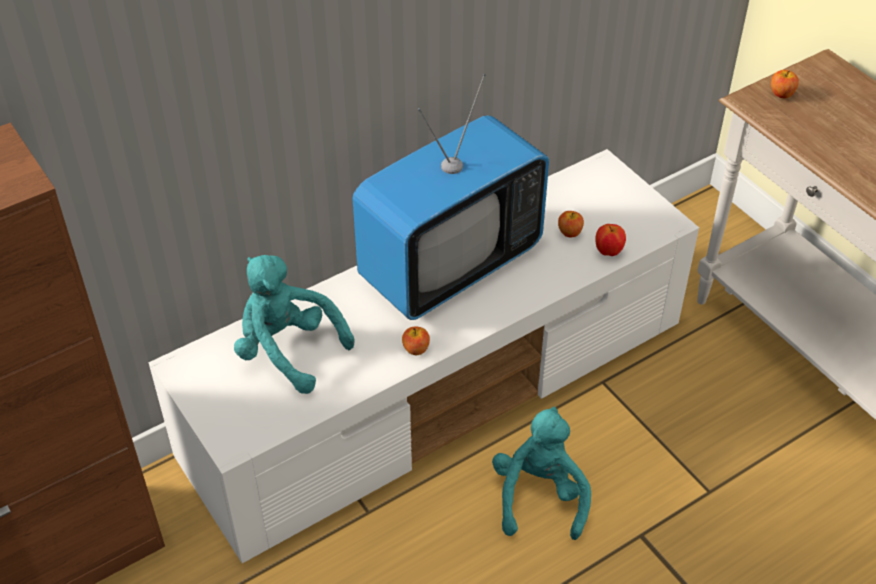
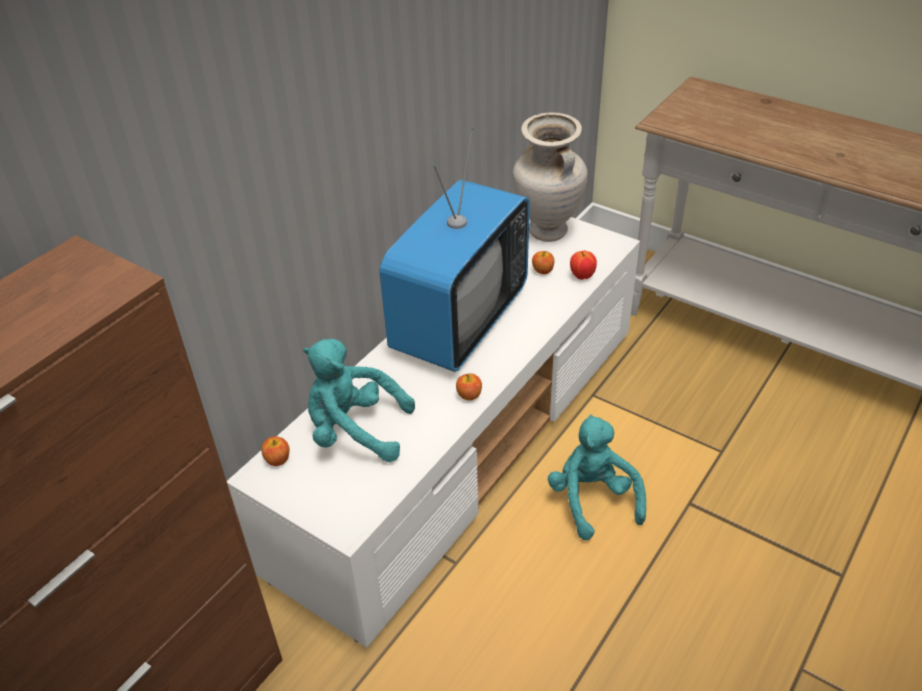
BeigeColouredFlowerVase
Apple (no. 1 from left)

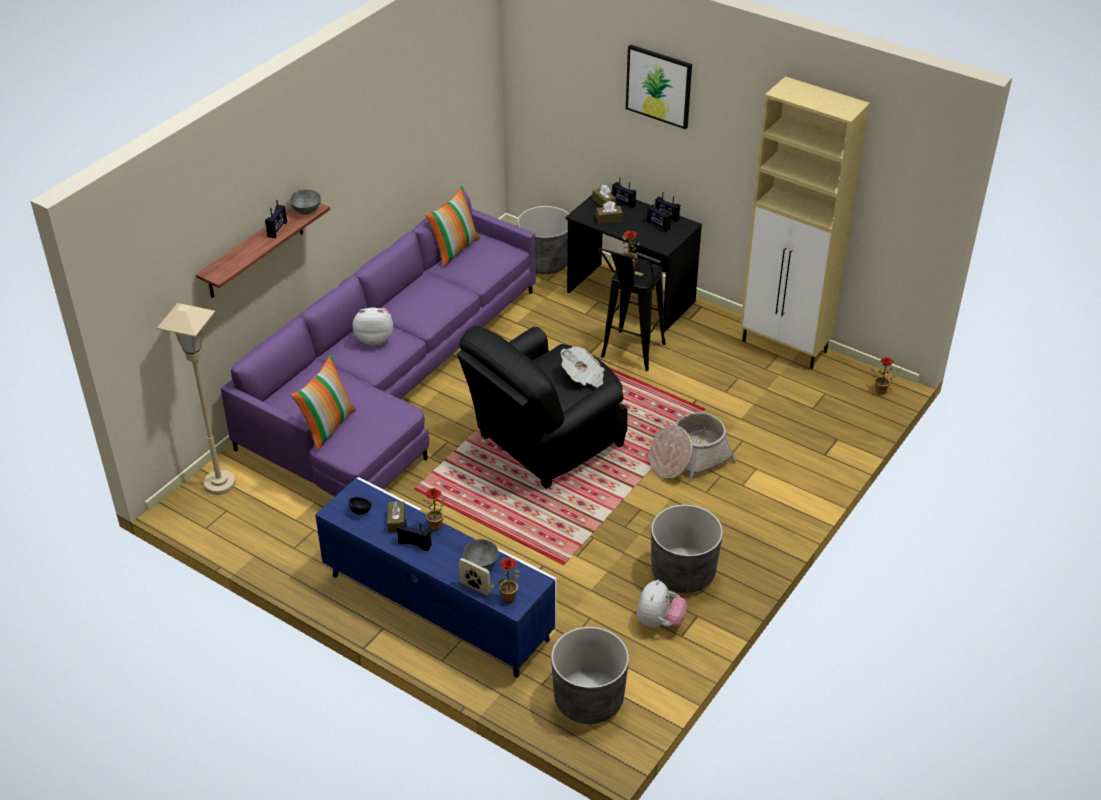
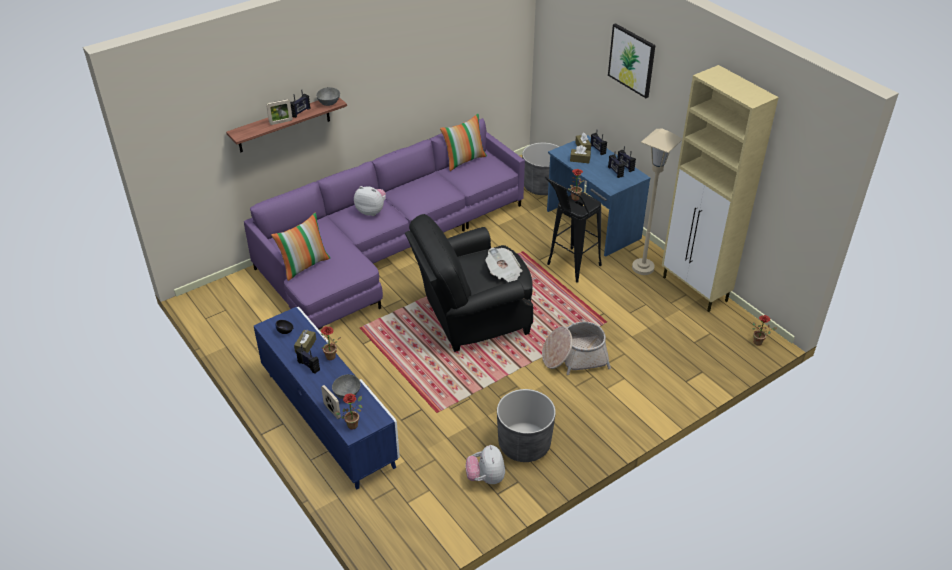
GrayPlanter (no. 2 from left in the first image)
PictureFrame (no. 1 from left)
BeigeColouredStandardLamp
BlueColouredDeskUnit
CuddlyToy (no. 2 from left)

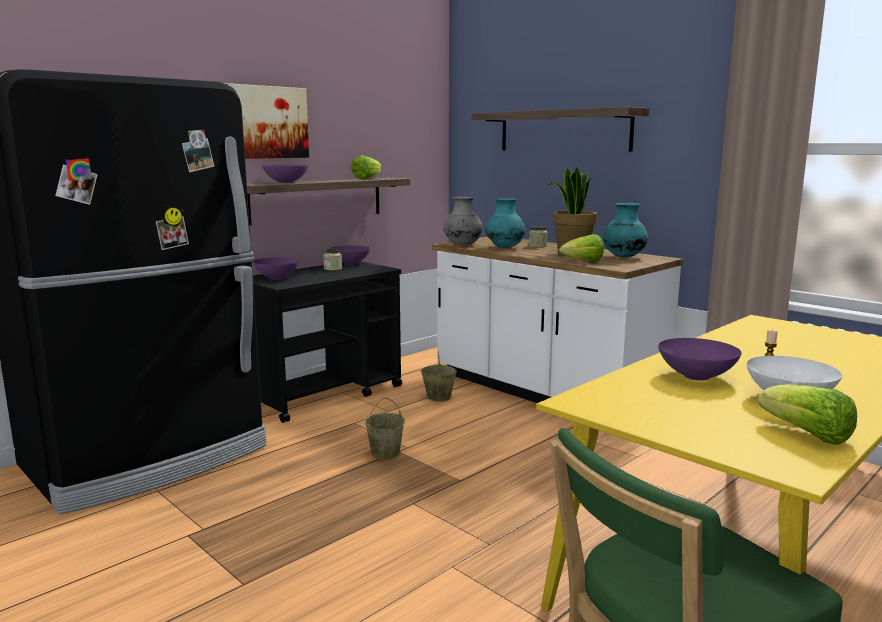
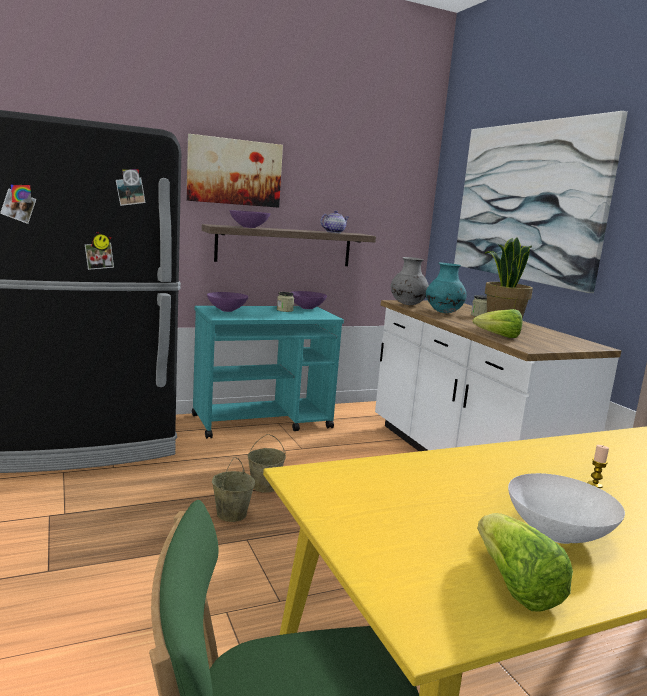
TurquoiseColouredFlowerVase (no. 2 from left in the first image)
PurplishDeepDish (no. 4 from left in the first image)
BeigeColouredBucket (no. 1 from left)
TeaPot
WallArt (no. 2 from left)
TurquoiseColouredCart

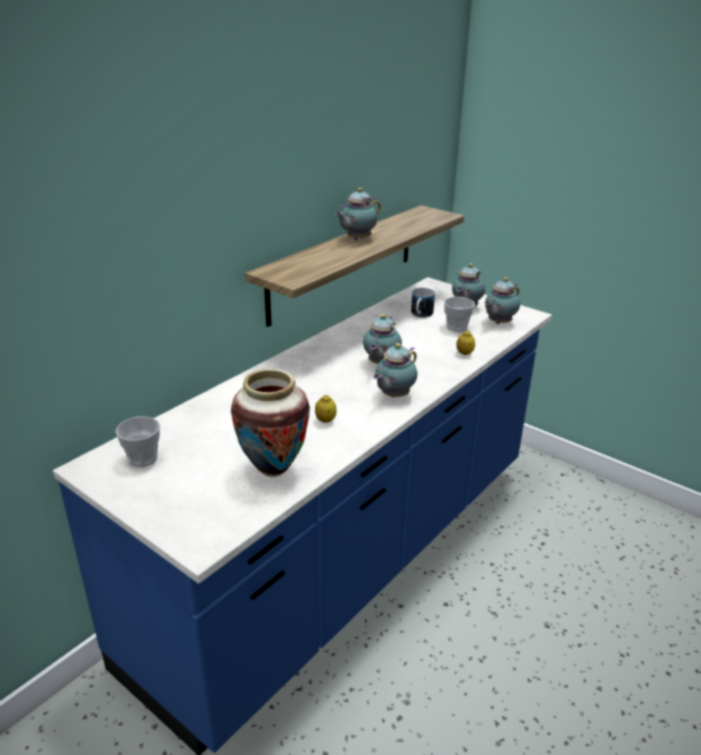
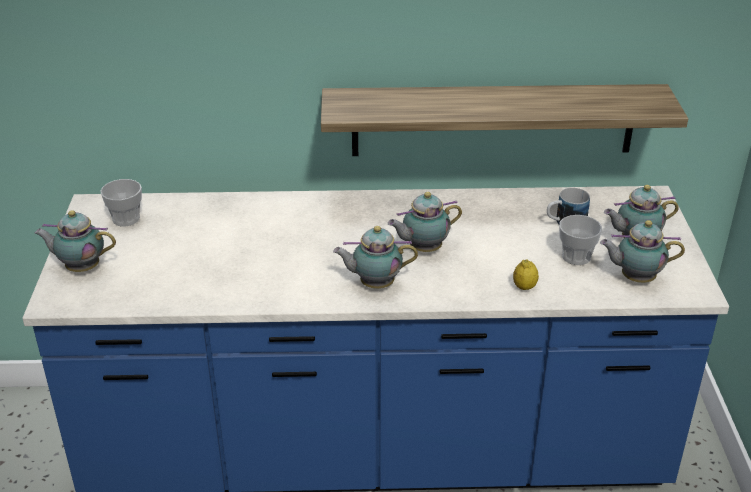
FlowerVase
WholeLemon (no. 1 from left in the first image)
TeaPot (no. 1 from left)

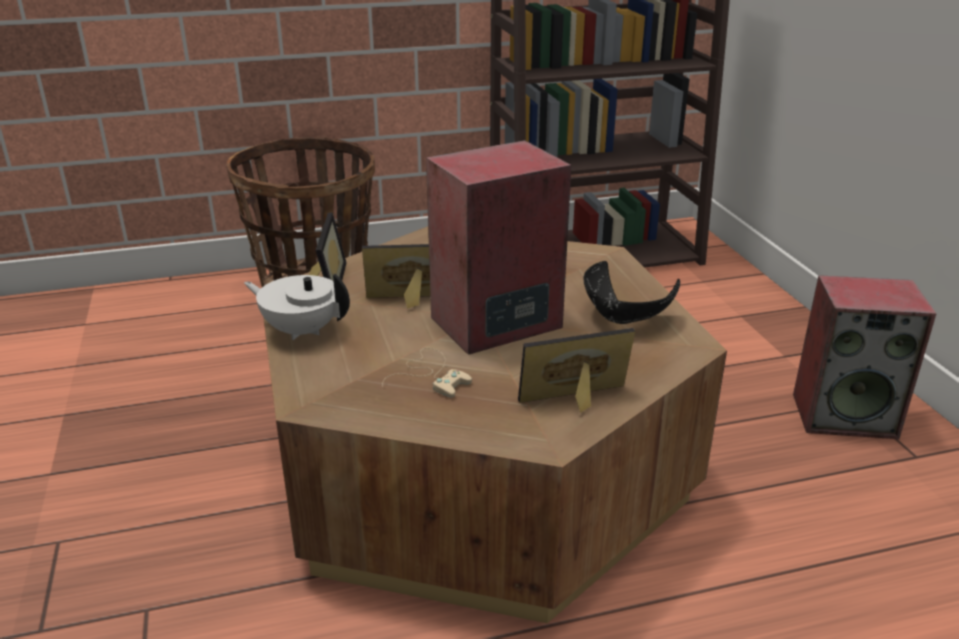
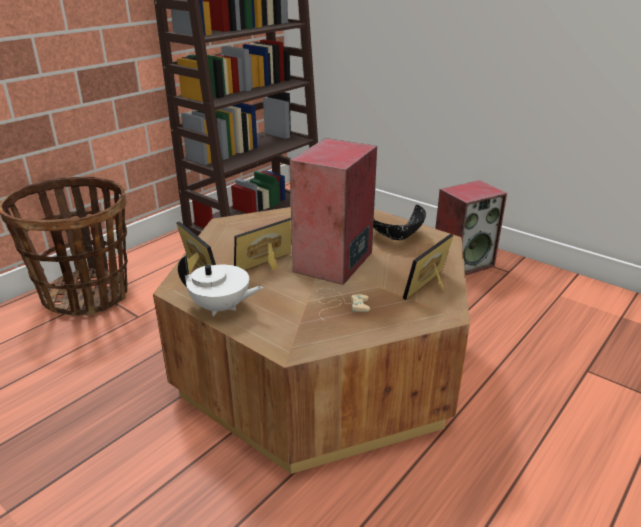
WhiteColouredTeaPot

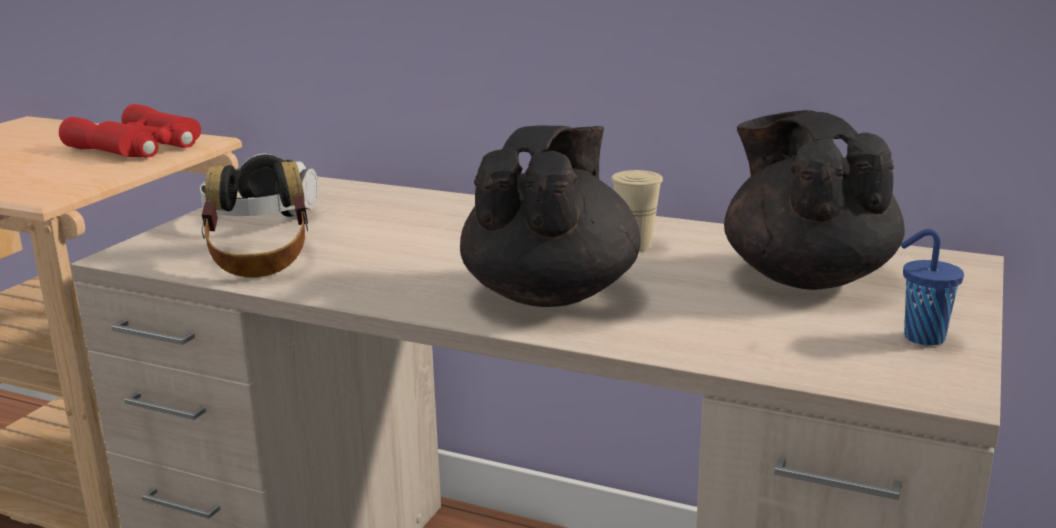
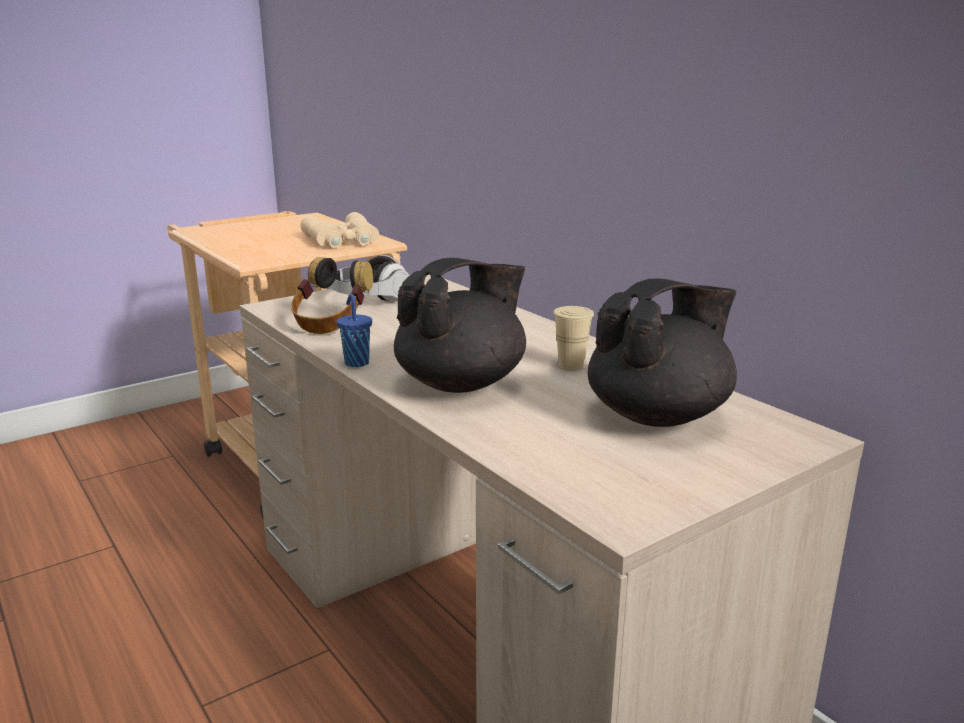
BlueColouredCup
BeigeColouredBinoculars
BlackishTeaPot (no. 2 from left)

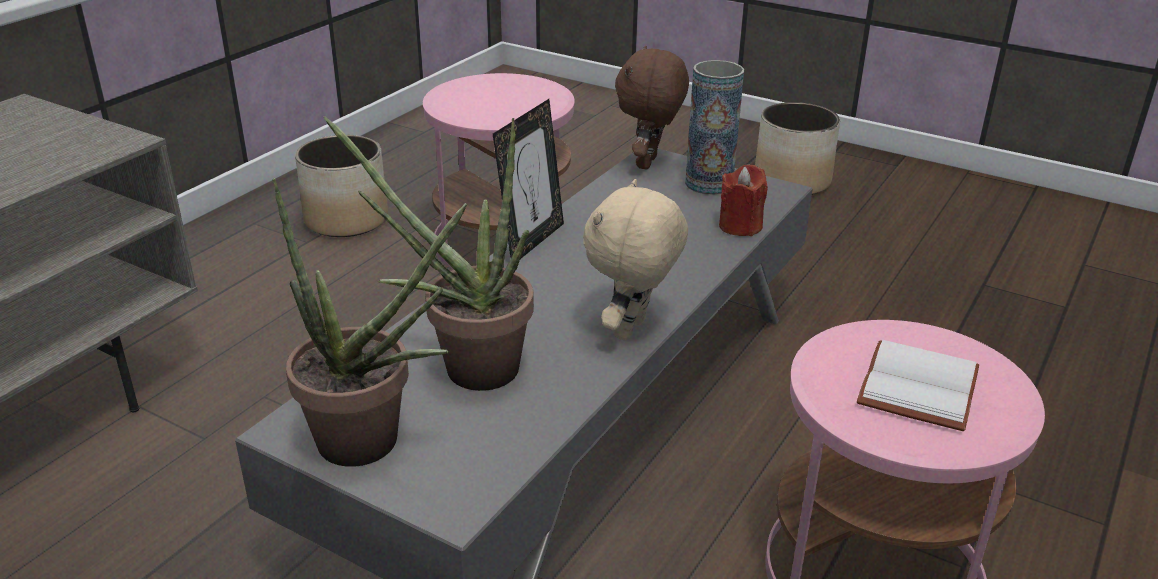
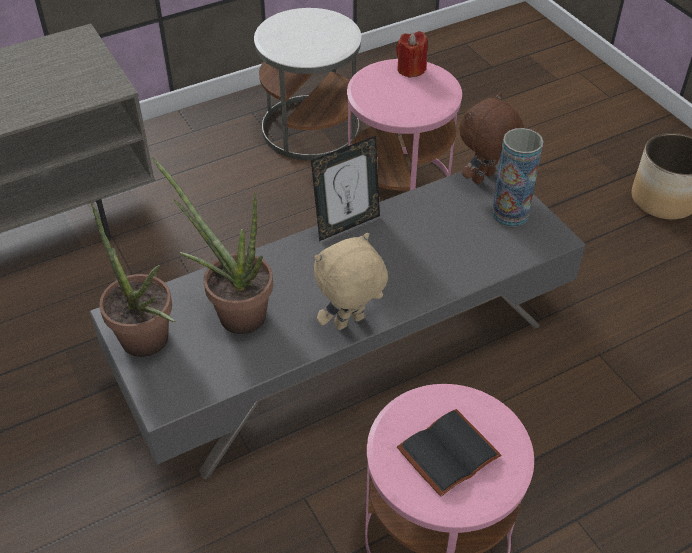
ReddishWaxCandle
WhiteColouredEndTable
BlackishBoundBook

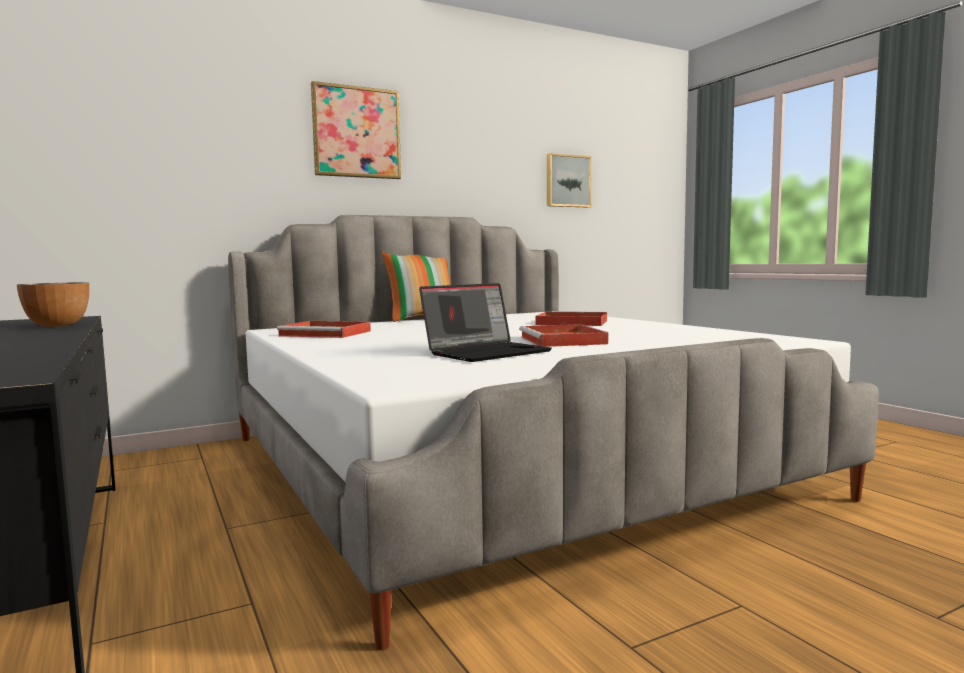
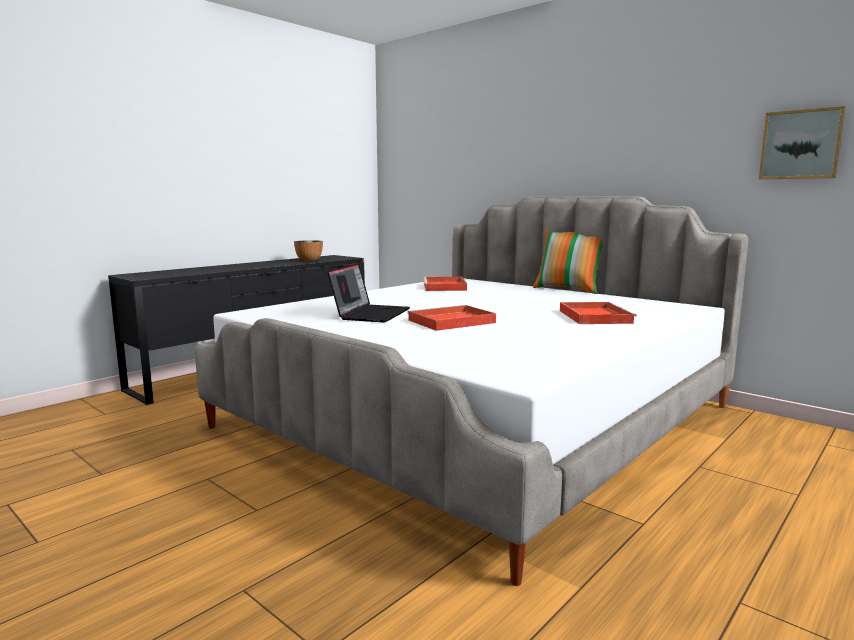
WallArt (no. 1 from left in the first image)
NotebookComputer

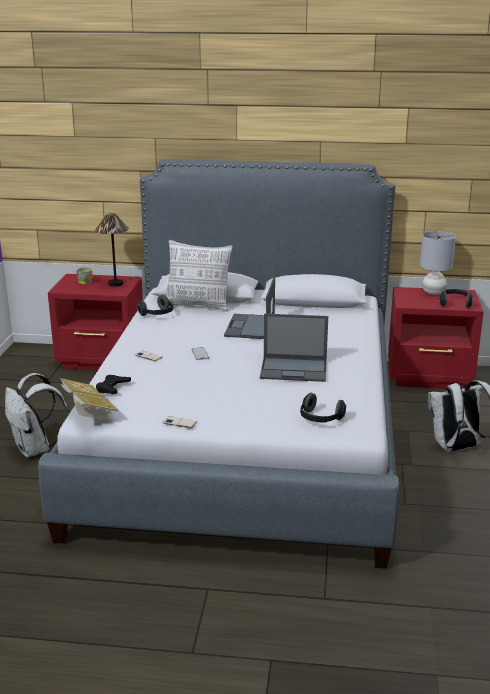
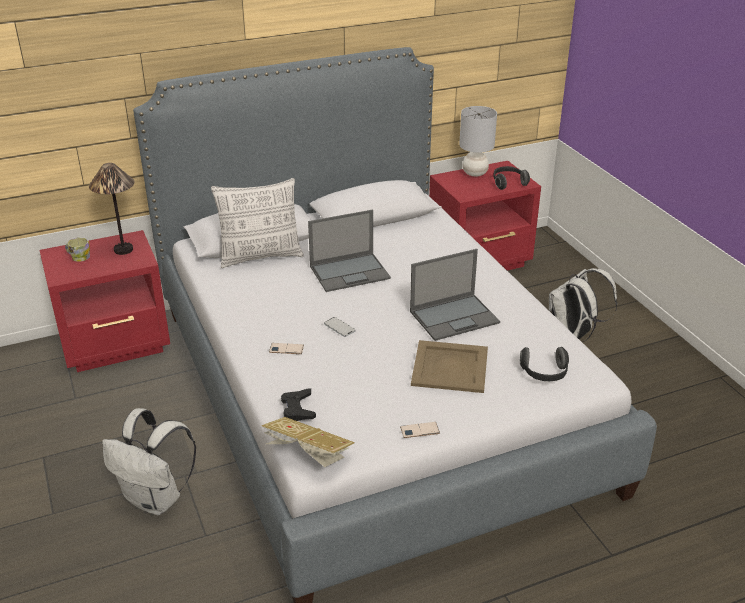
Headphones (no. 1 from left in the first image)
BeigeColouredTray
NotebookComputer (no. 1 from left)

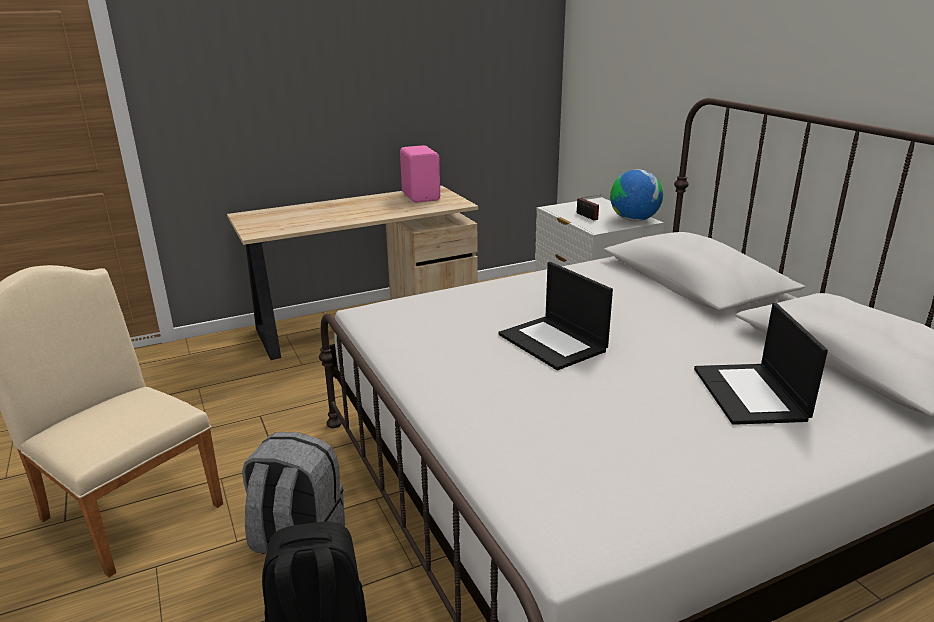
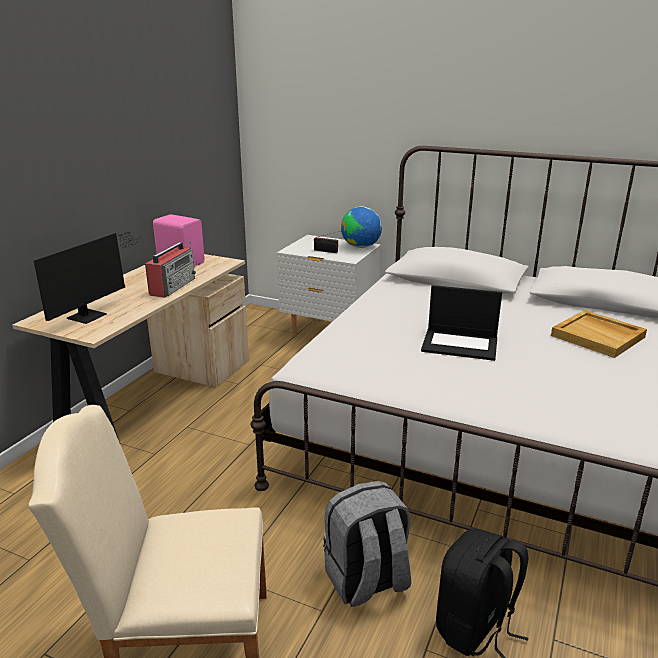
ComputerScreen
Radio (no. 1 from left)
BeigeColouredTray

